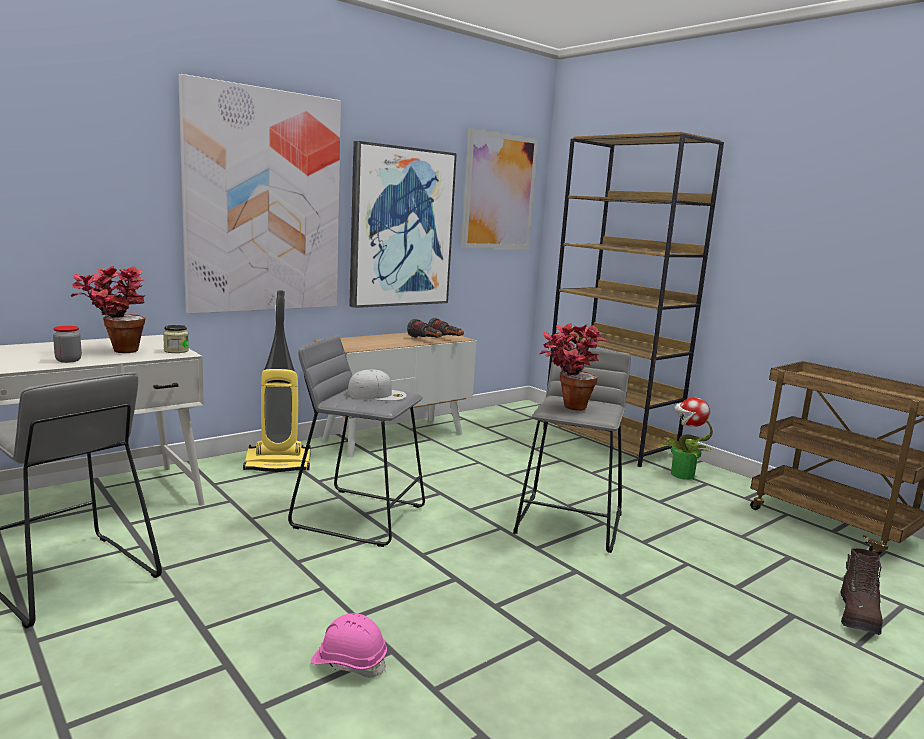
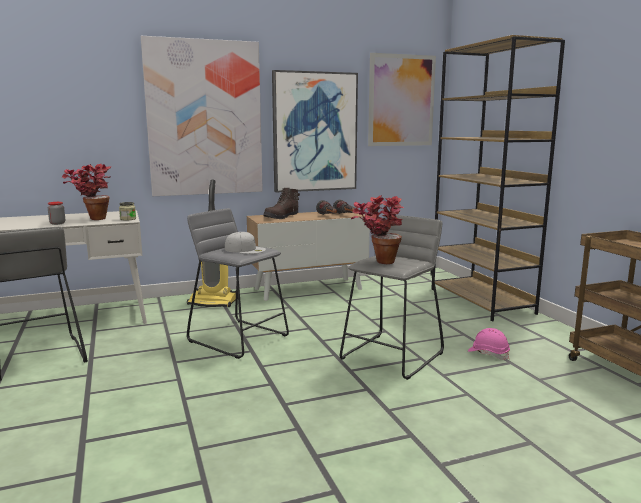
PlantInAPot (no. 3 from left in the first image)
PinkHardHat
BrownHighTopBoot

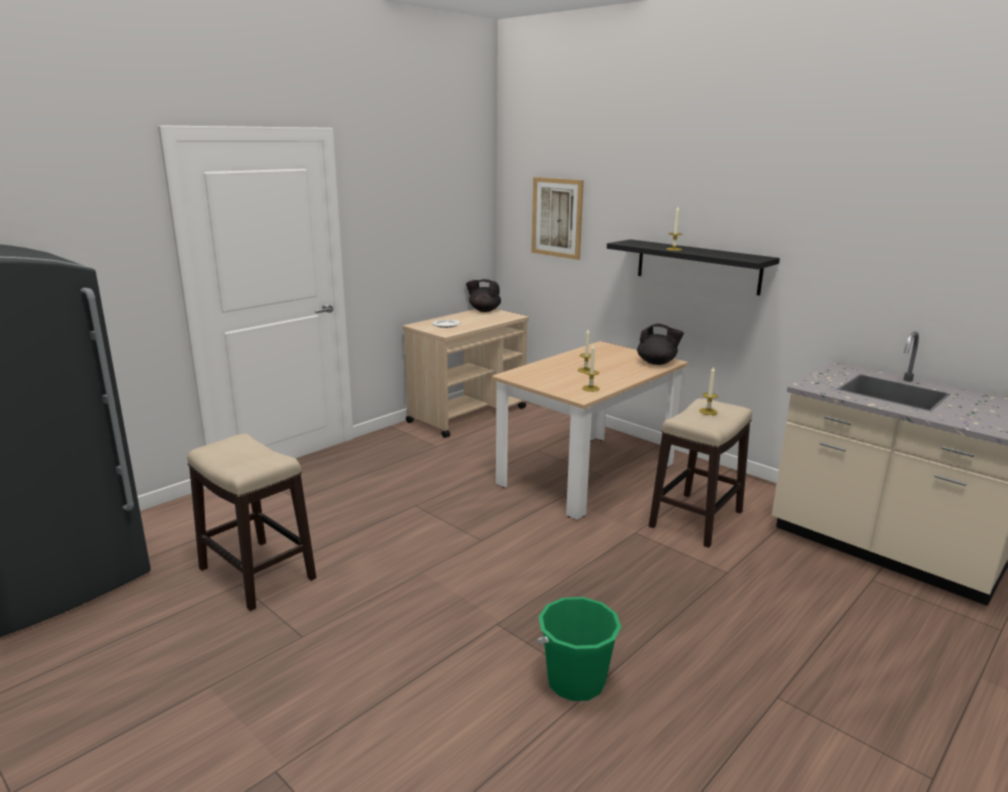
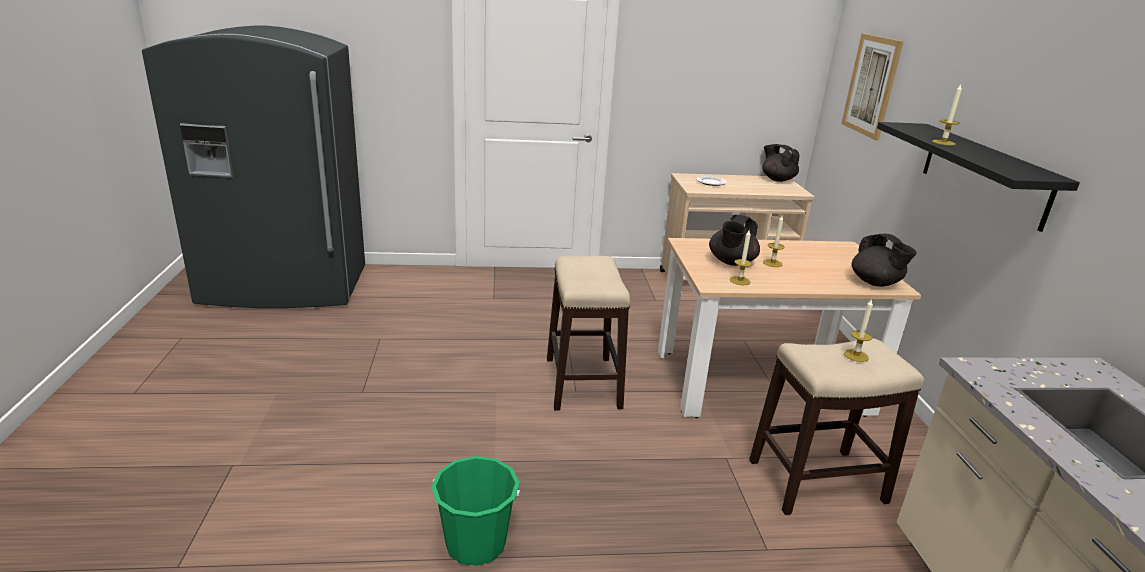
BlackishTeaPot (no. 1 from left)
StoolSeat (no. 1 from left)

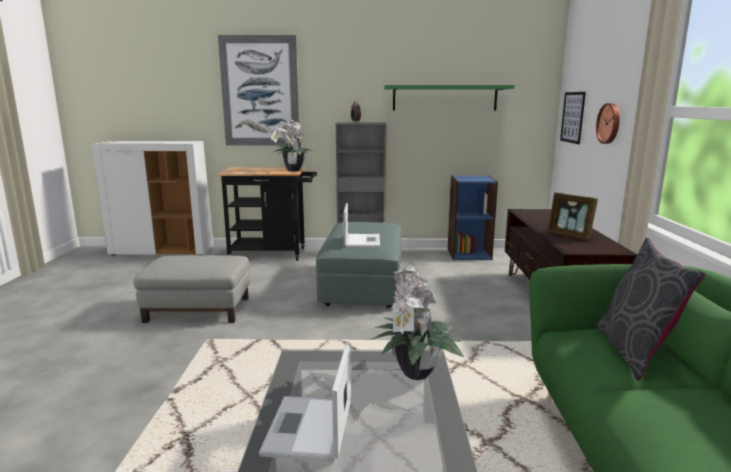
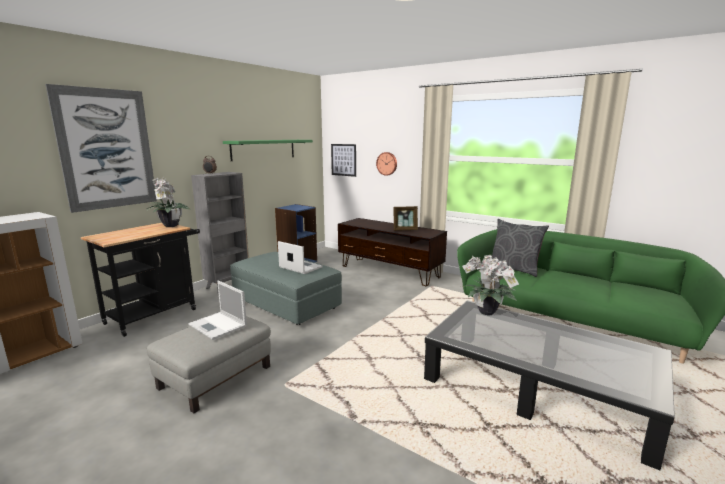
NotebookComputer (no. 1 from left)

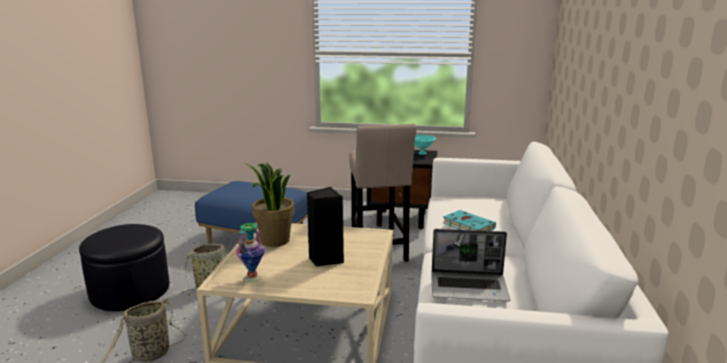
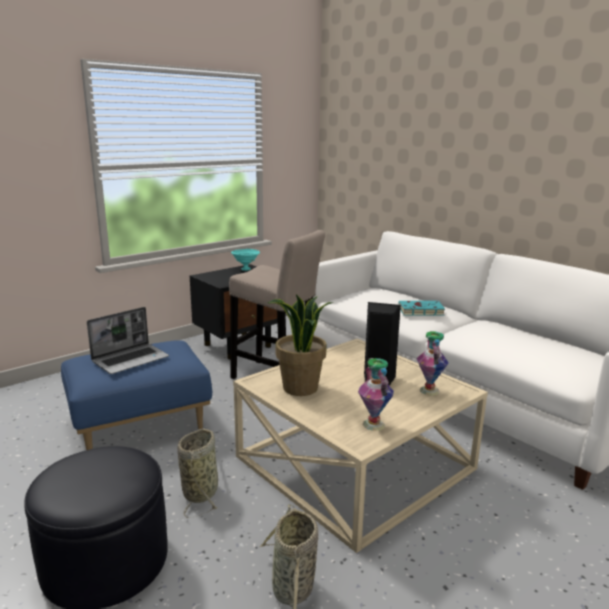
FlowerVase (no. 2 from left)
NotebookComputer

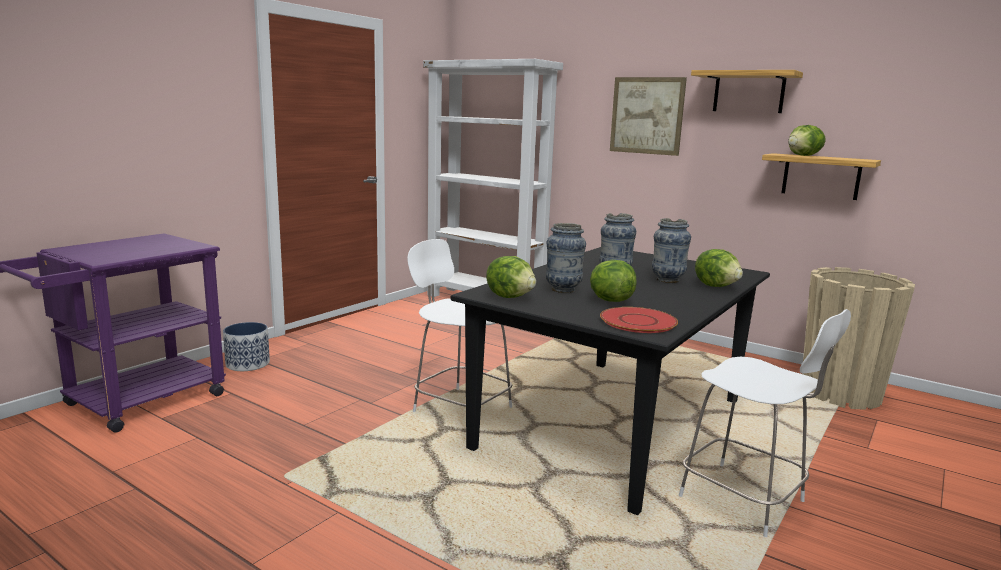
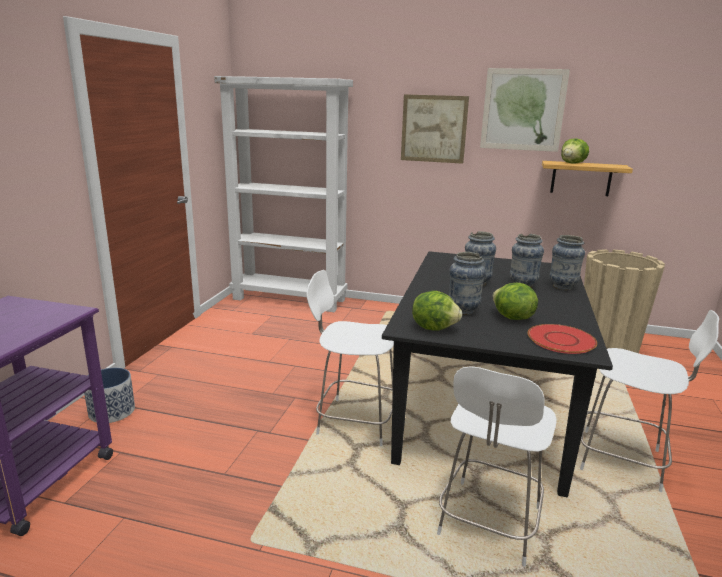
WhiteColouredChair (no. 2 from left)
WallArt (no. 2 from left)
FlowerVase (no. 4 from left)

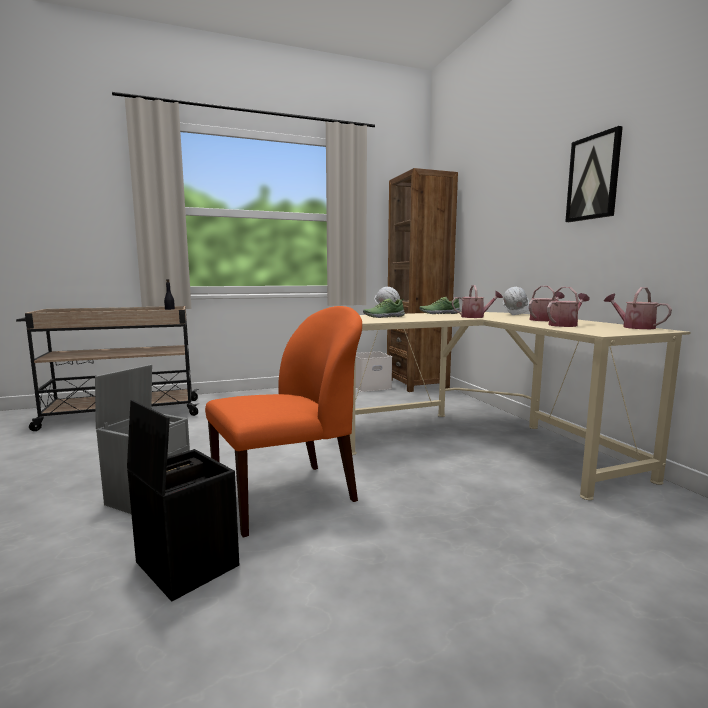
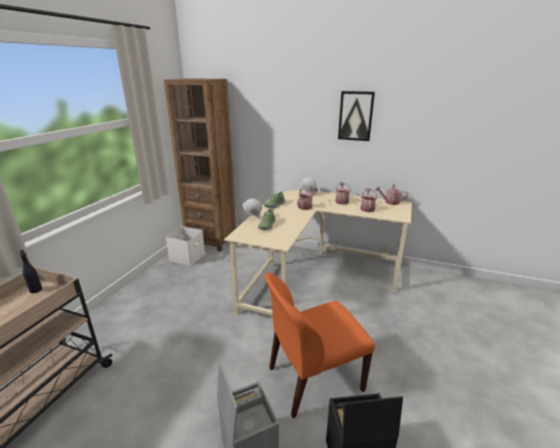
OrangeyChair

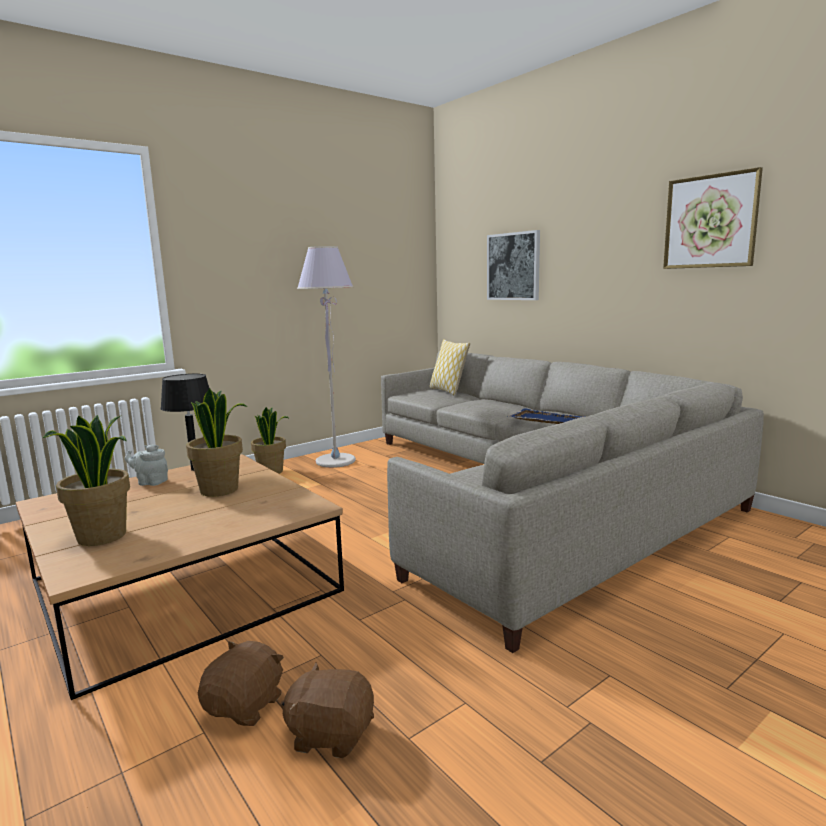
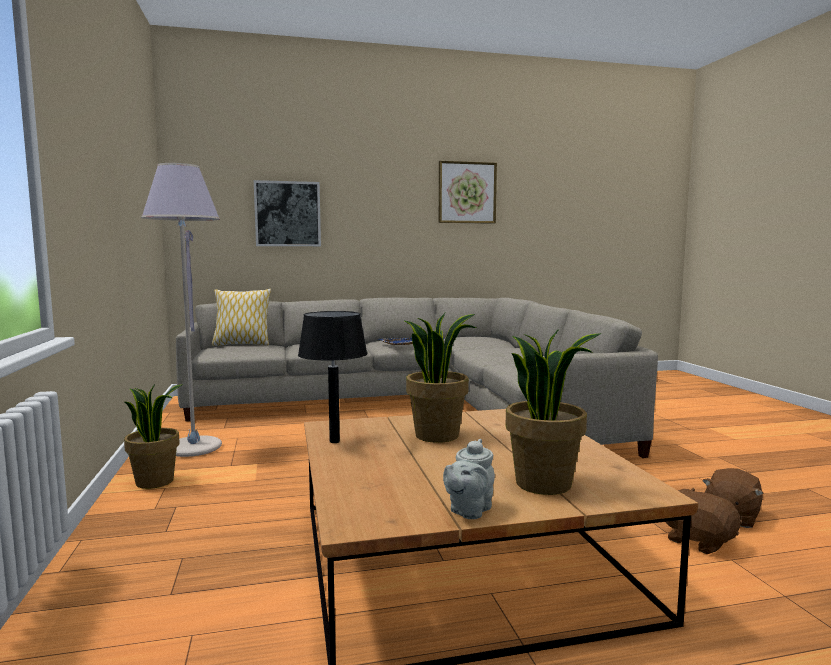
GrayTeaPot

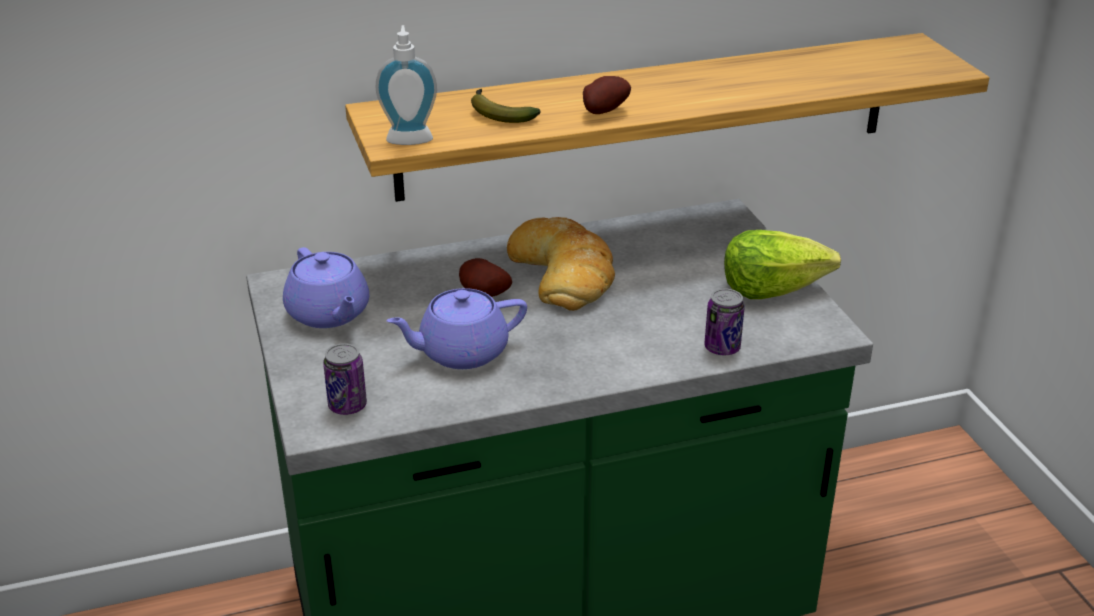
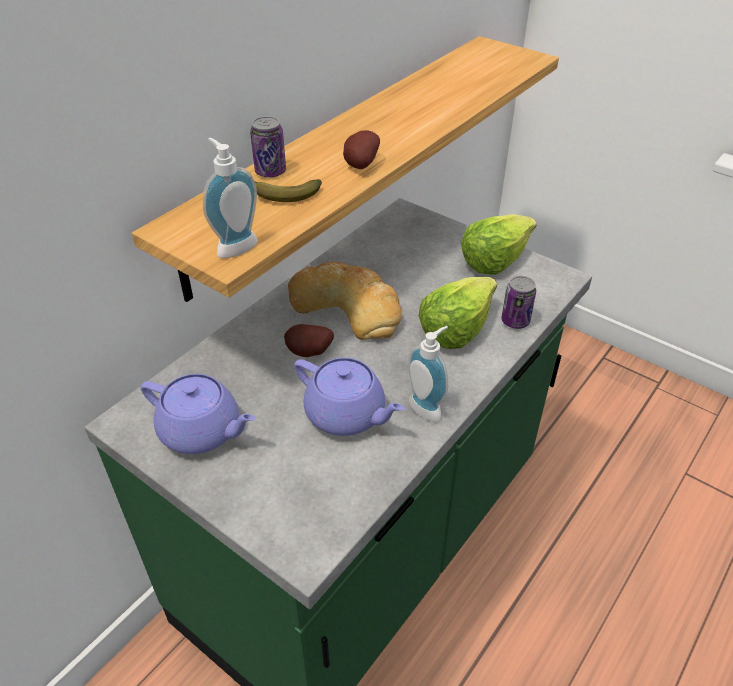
SoapBottle (no. 2 from left)
HeadOfLettuce (no. 1 from left)
MetalCan (no. 1 from left)
PurplishTeaPot (no. 2 from left)

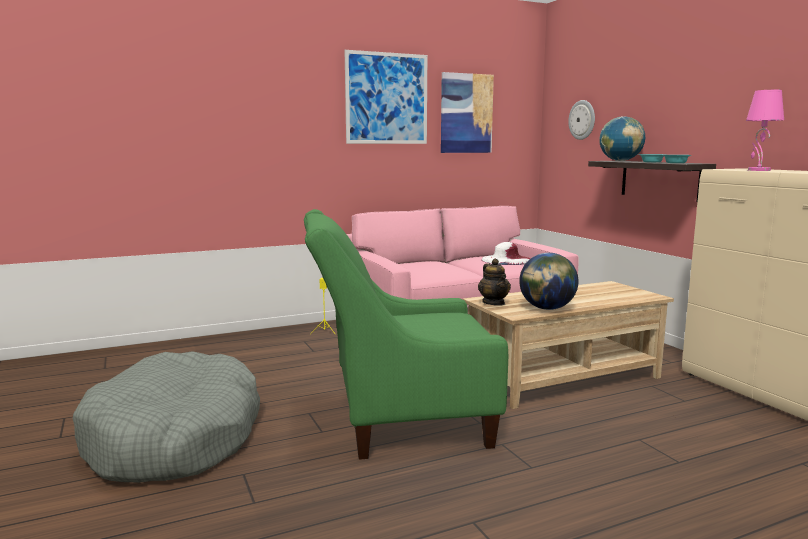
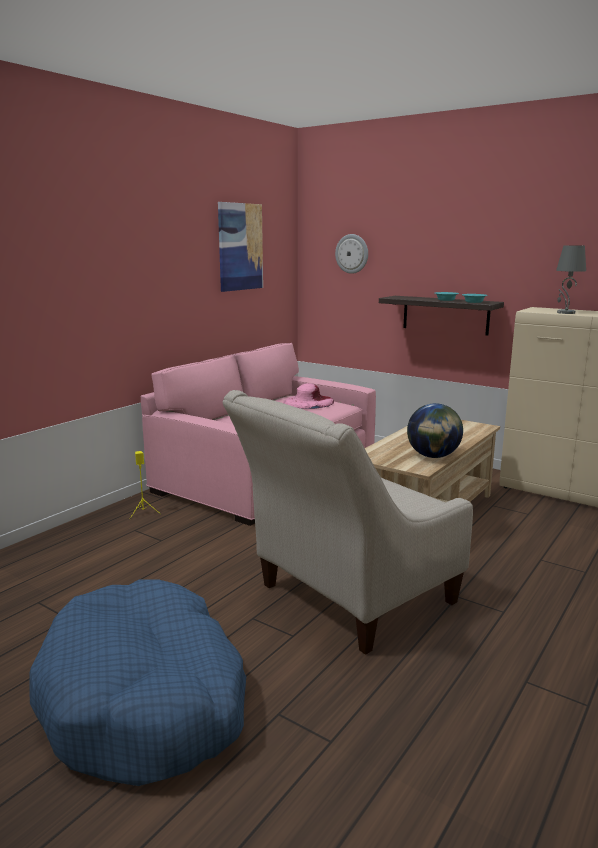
WallArt (no. 1 from left in the first image)
TeaPot
Globe (no. 2 from left in the first image)
BlueColouredDogBed
BeigeColouredEasyChair
PinkClothingHat
GrayTableLamp

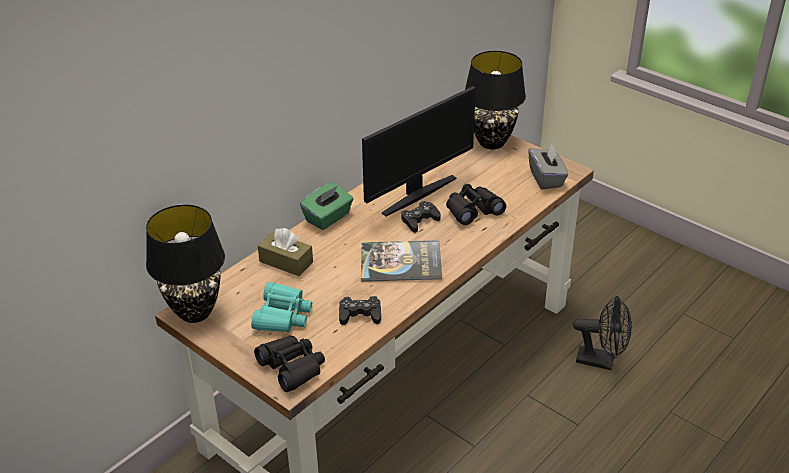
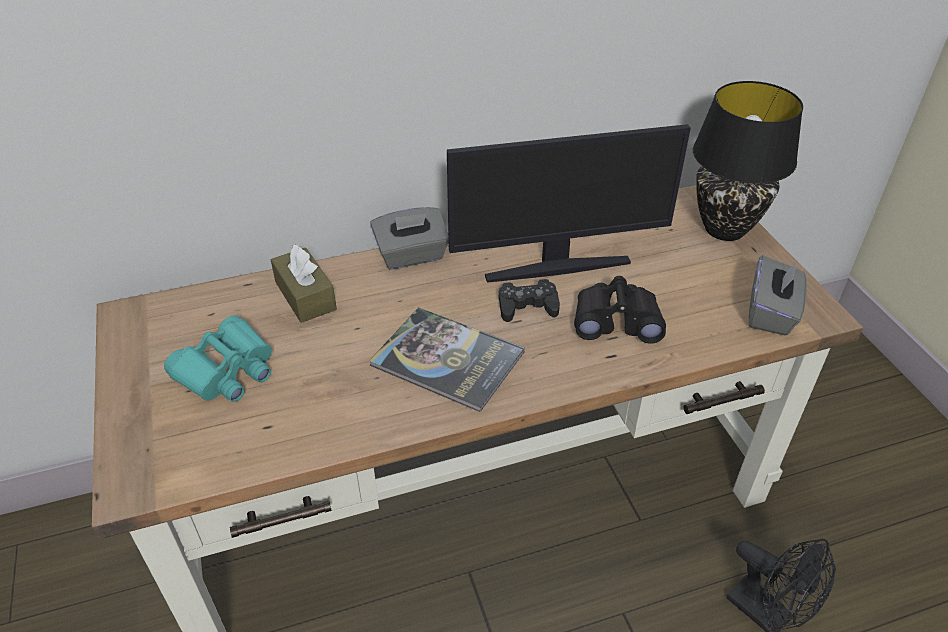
BlackishTableLamp (no. 1 from left in the first image)
BlackishBinoculars (no. 1 from left in the first image)
BlackishJoypad (no. 1 from left in the first image)
GrayBoxOfTissues (no. 1 from left)

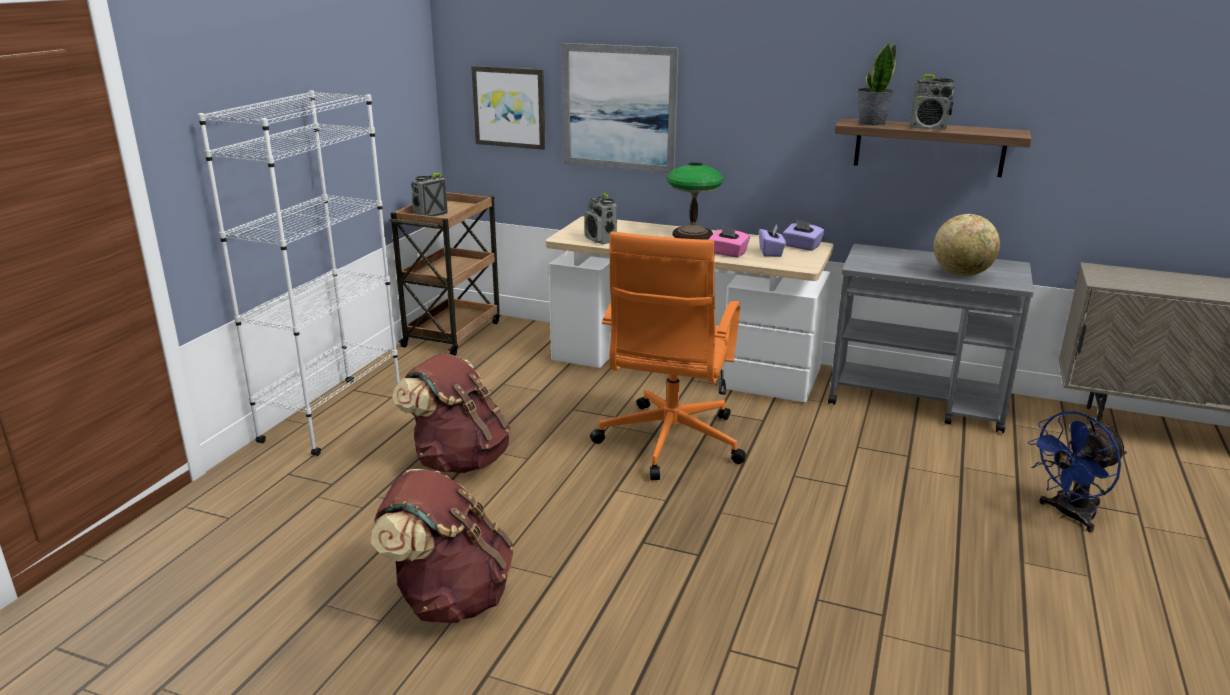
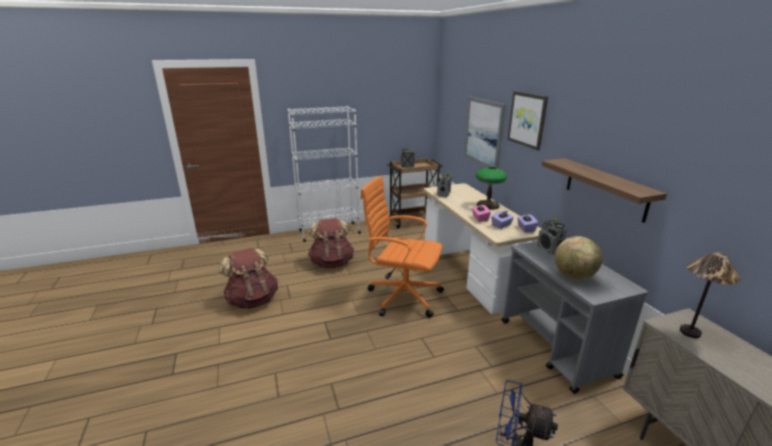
PlantInAPot
TableLamp (no. 2 from left)
WallArt (no. 2 from left)
Radio (no. 3 from left)
OrangeyOfficeChair

